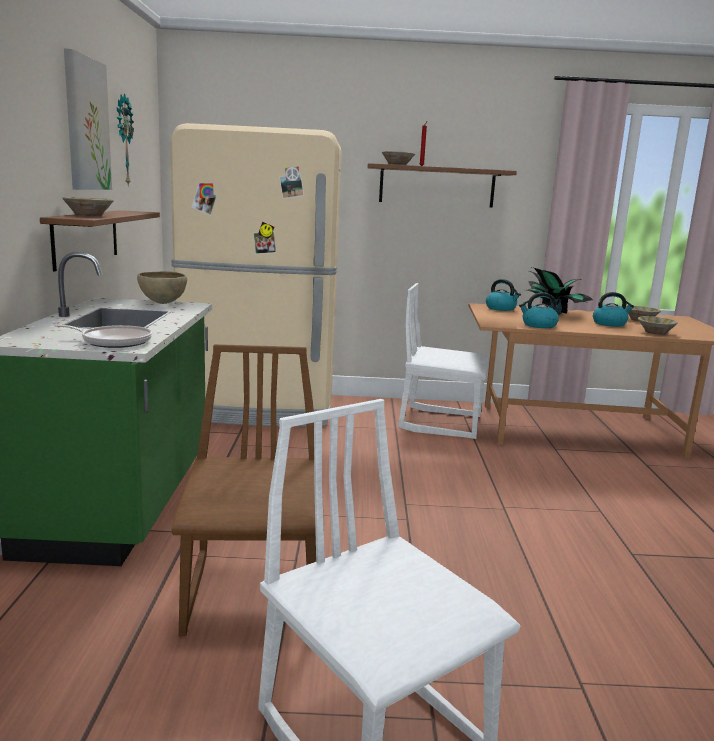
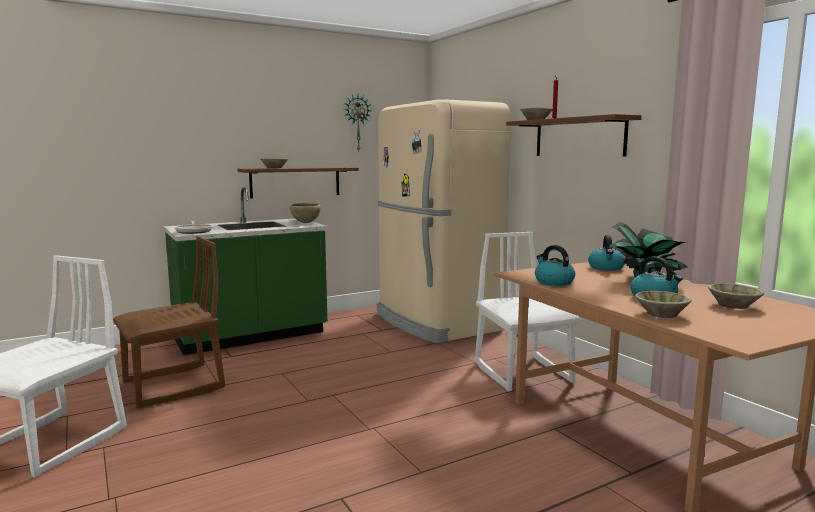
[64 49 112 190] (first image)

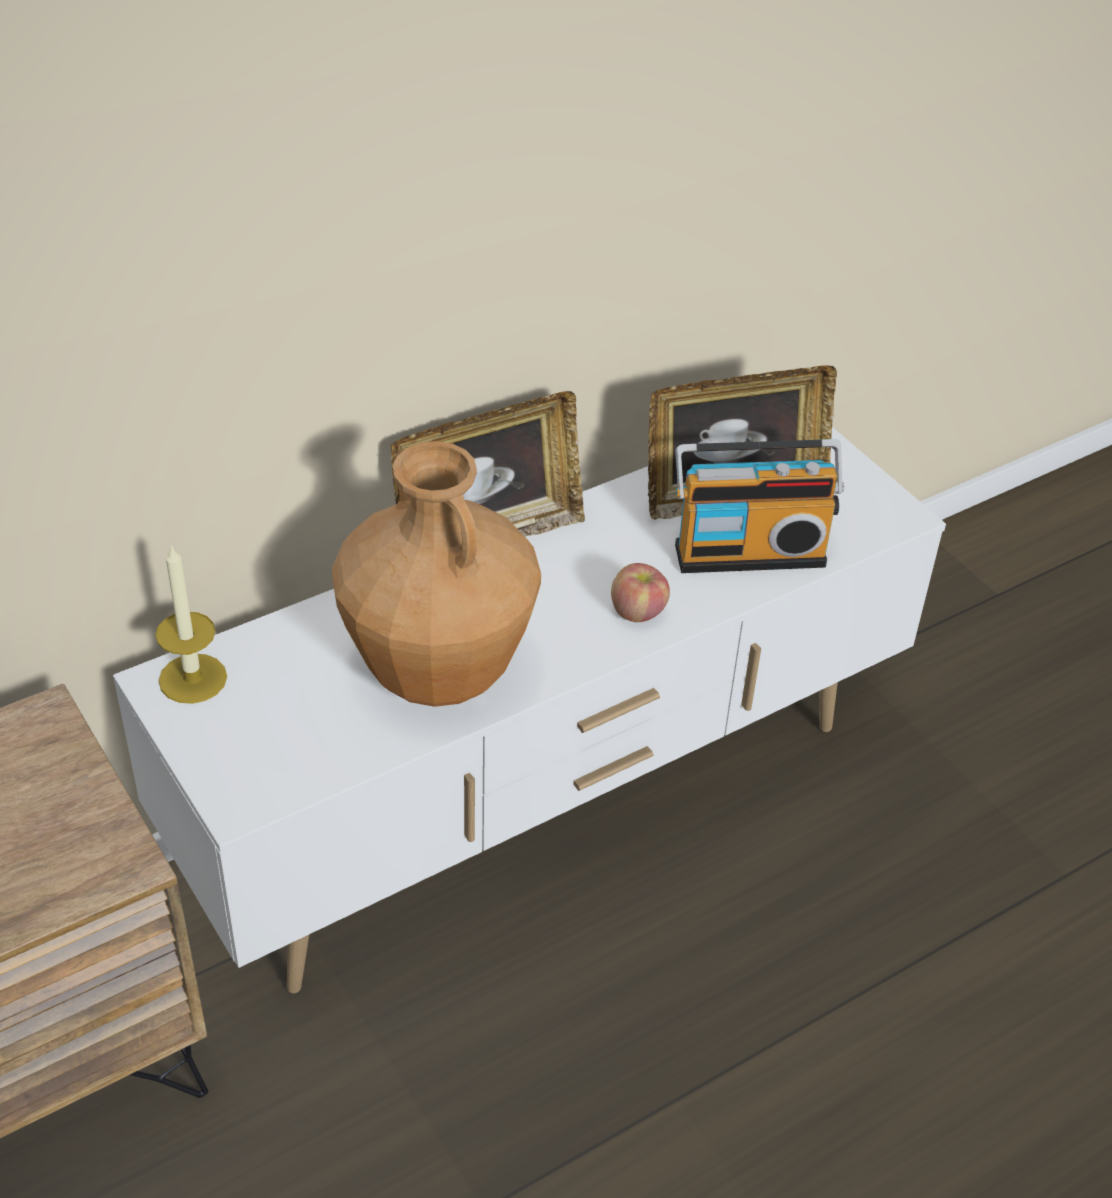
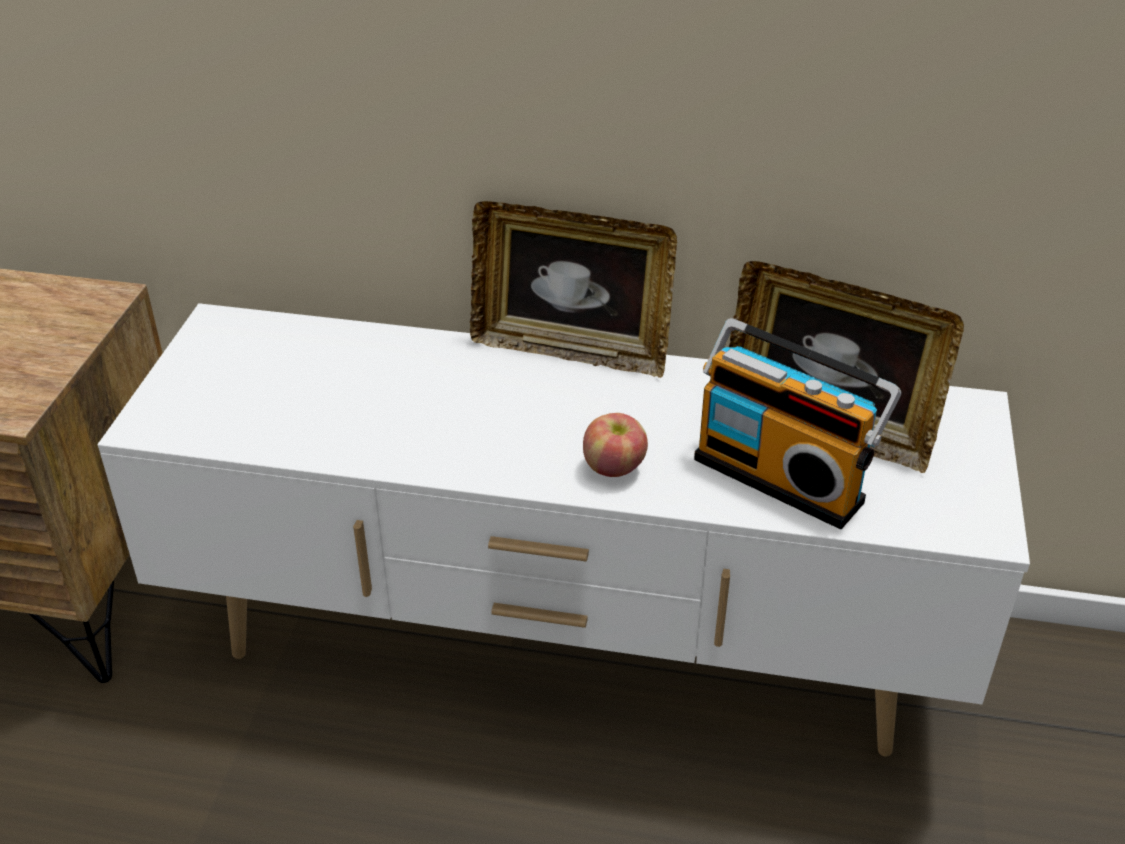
[156 544 227 704] (first image)
[332 441 541 707] (first image)

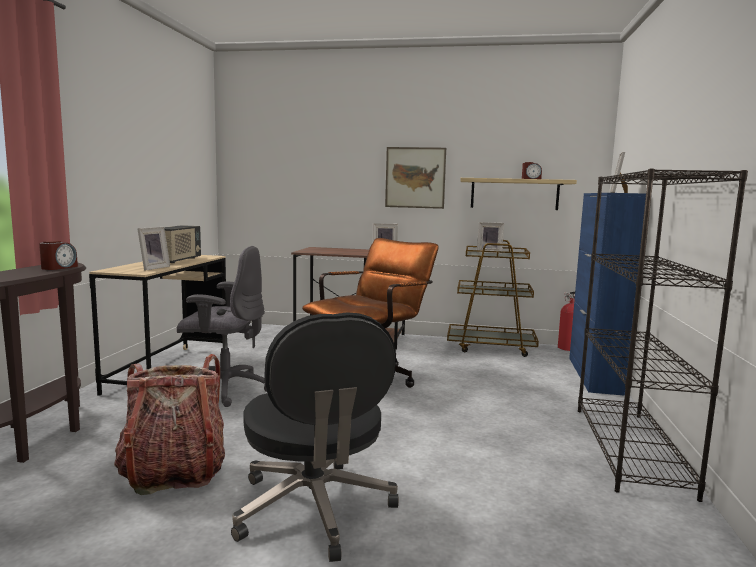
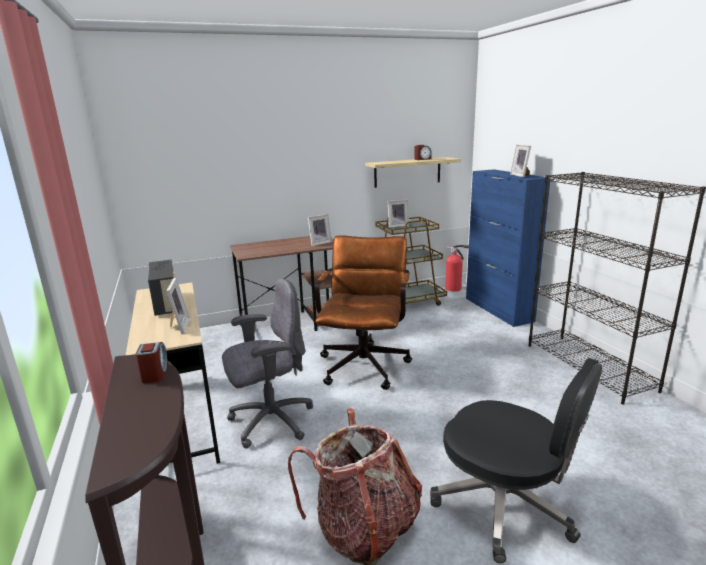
[385 147 446 209] (first image)

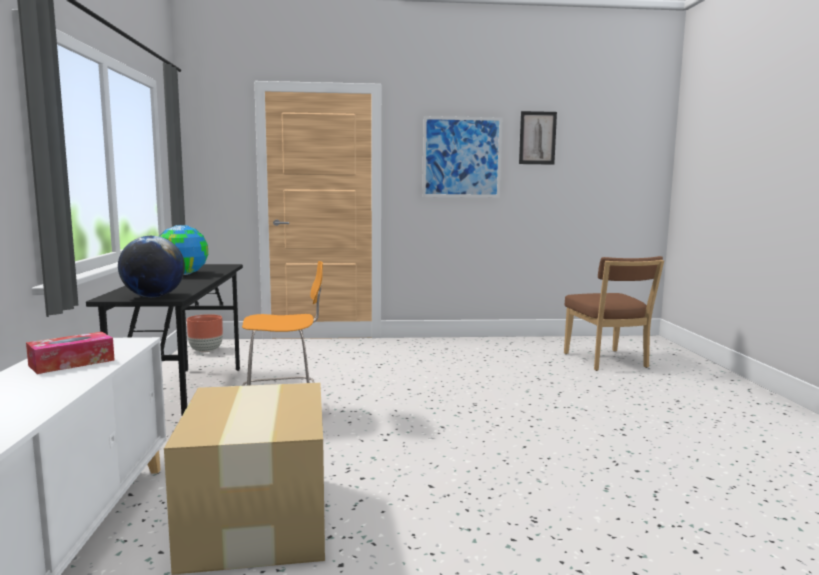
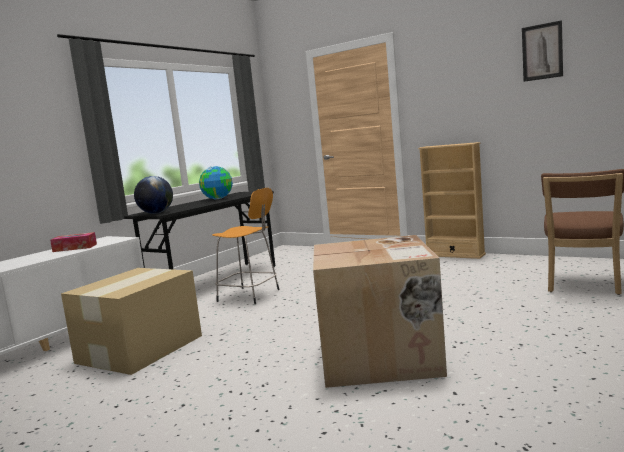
[187 314 223 352] (first image)
[422 116 502 198] (first image)
[313 235 447 388]
[418 142 486 259]

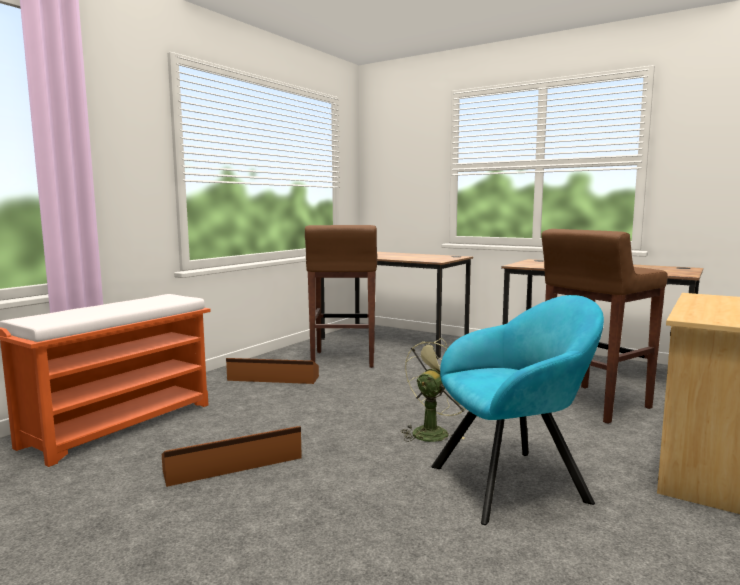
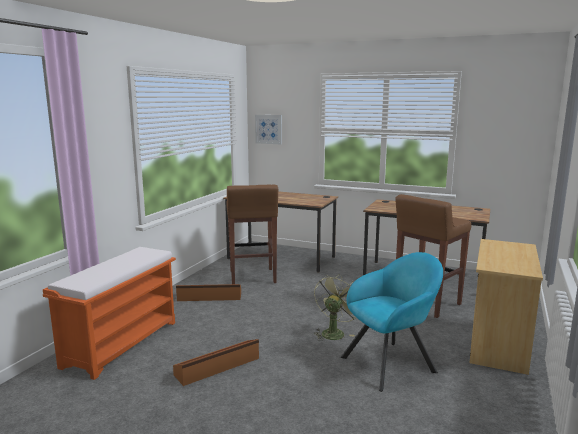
[255 115 282 144]

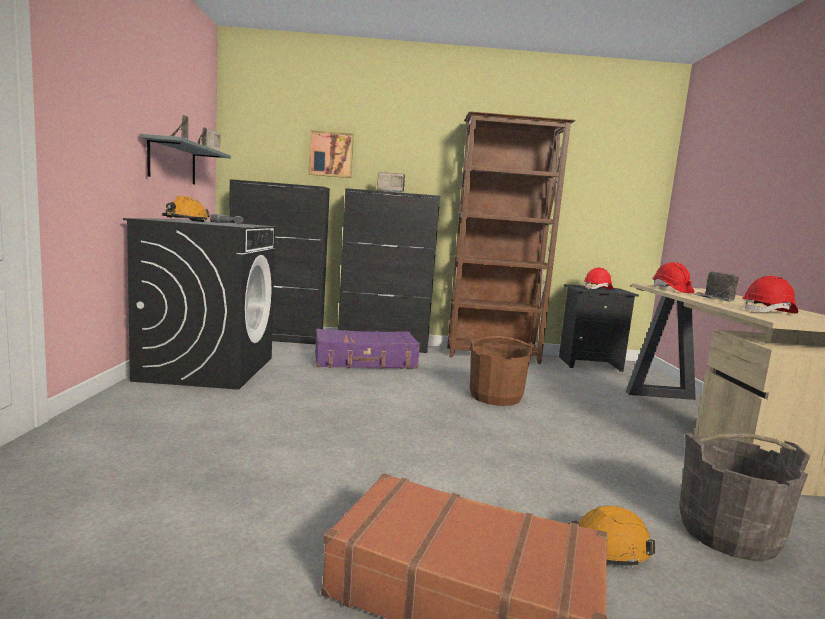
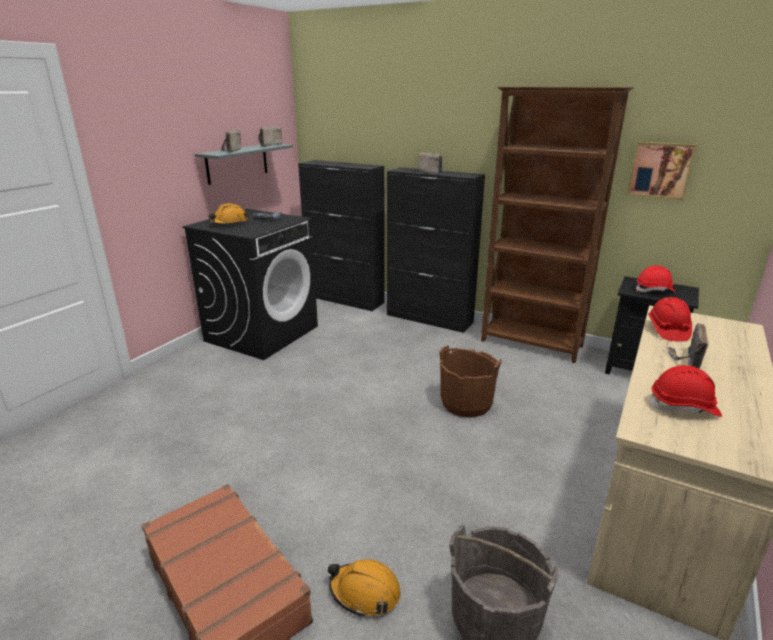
[627 142 697 200]
[315 329 420 369] (first image)

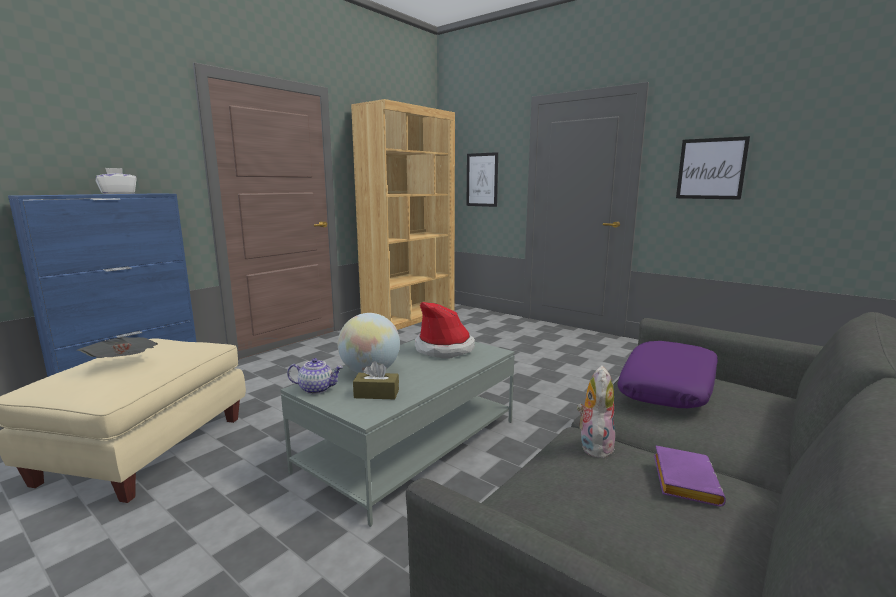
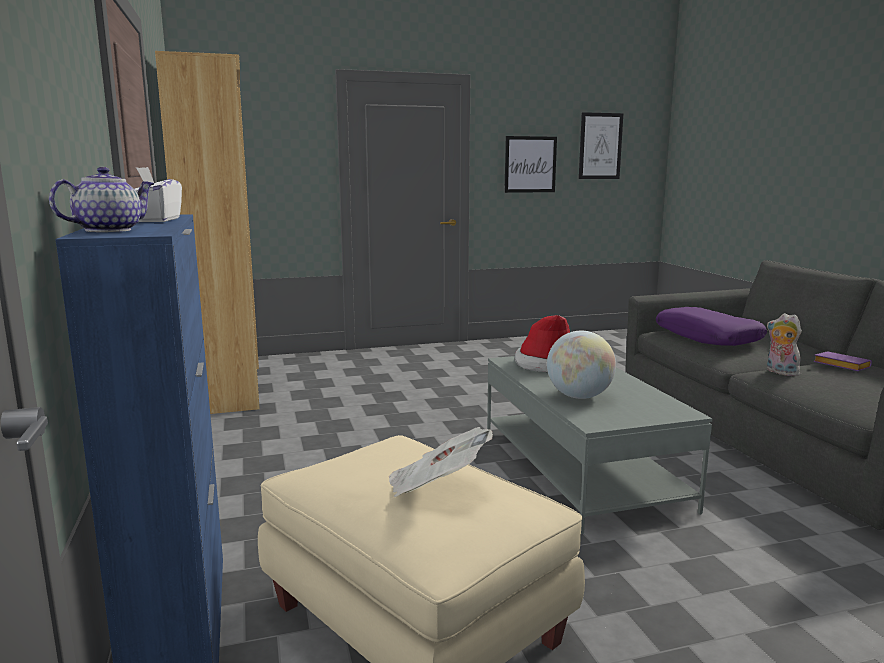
[49 167 155 232]
[353 361 399 399] (first image)
[579 112 623 179]

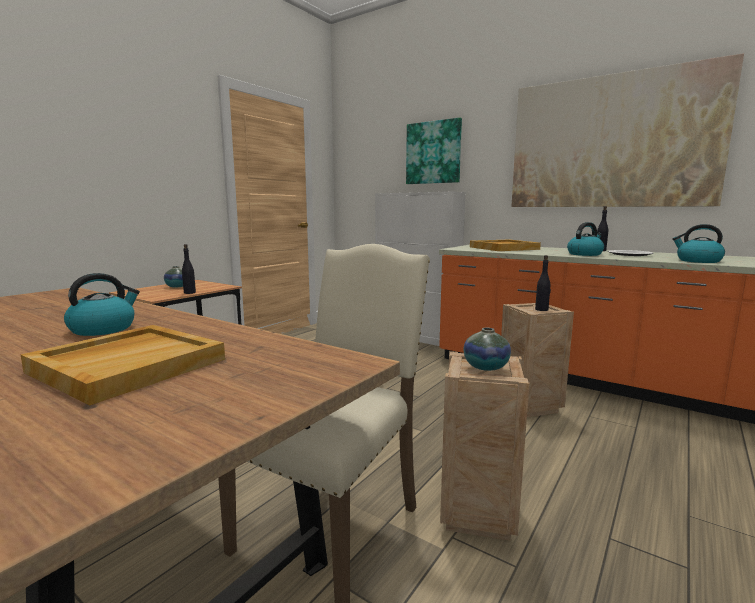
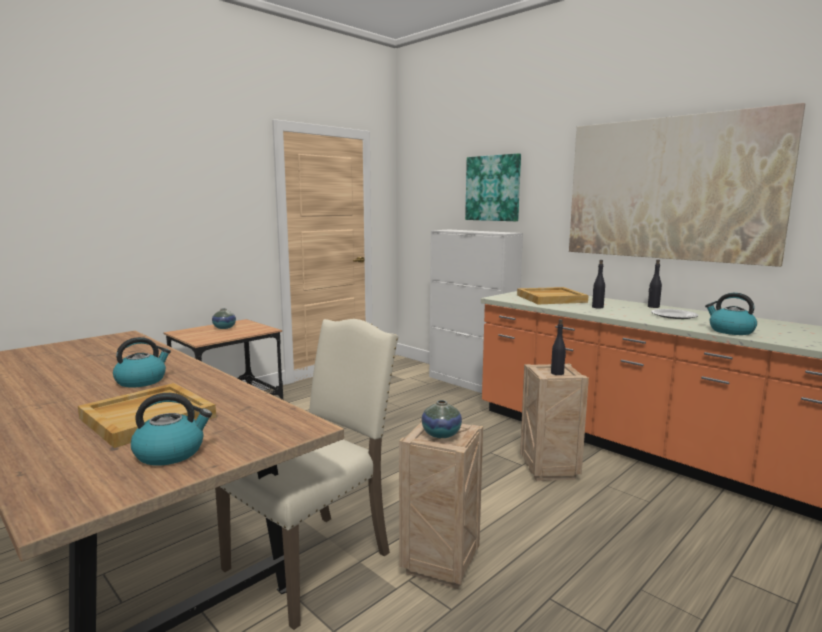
[592 260 605 309]
[131 393 212 466]

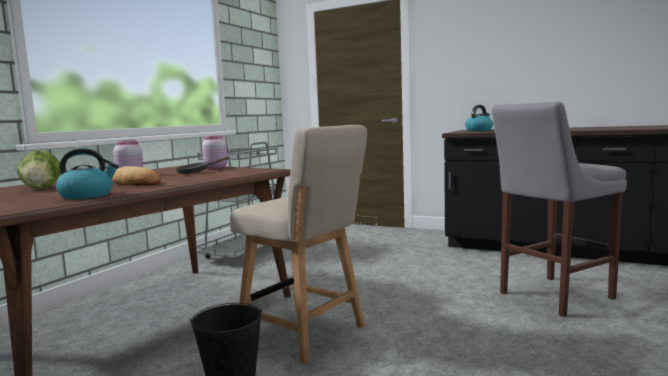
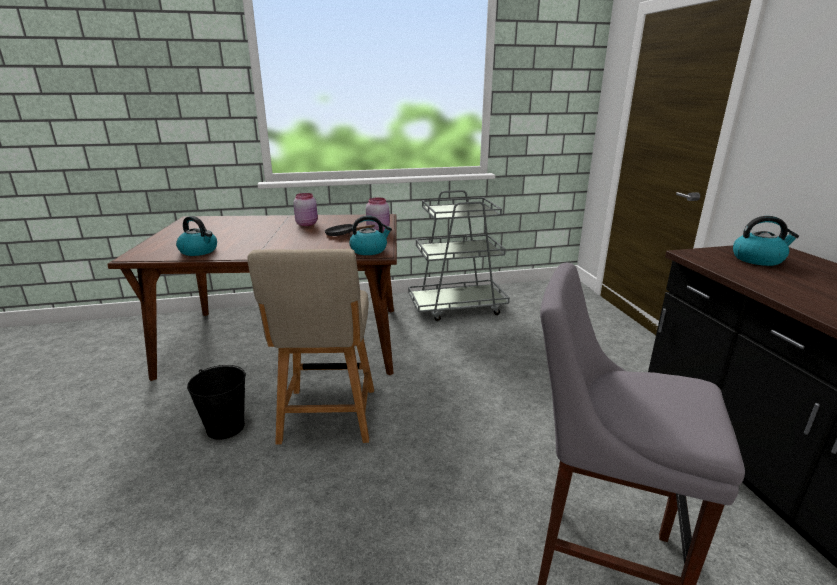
[17 150 61 189] (first image)
[112 166 161 185] (first image)
[349 216 392 255]

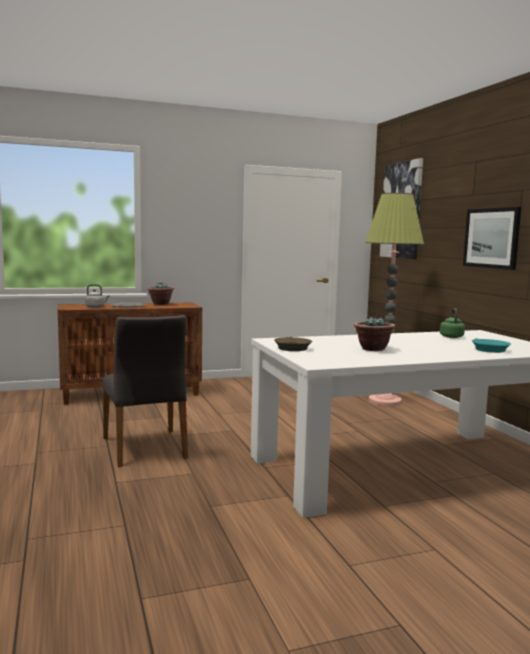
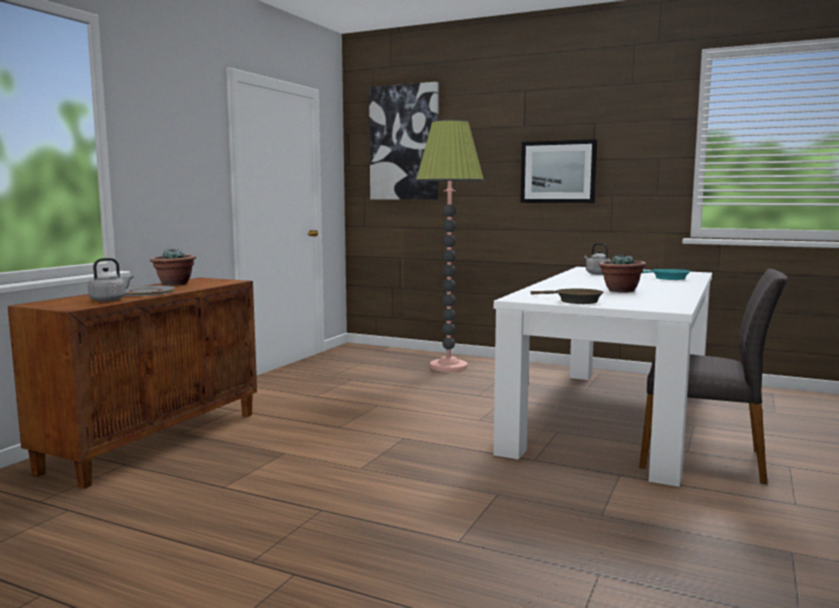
[639 269 788 484]
[584 243 611 275]

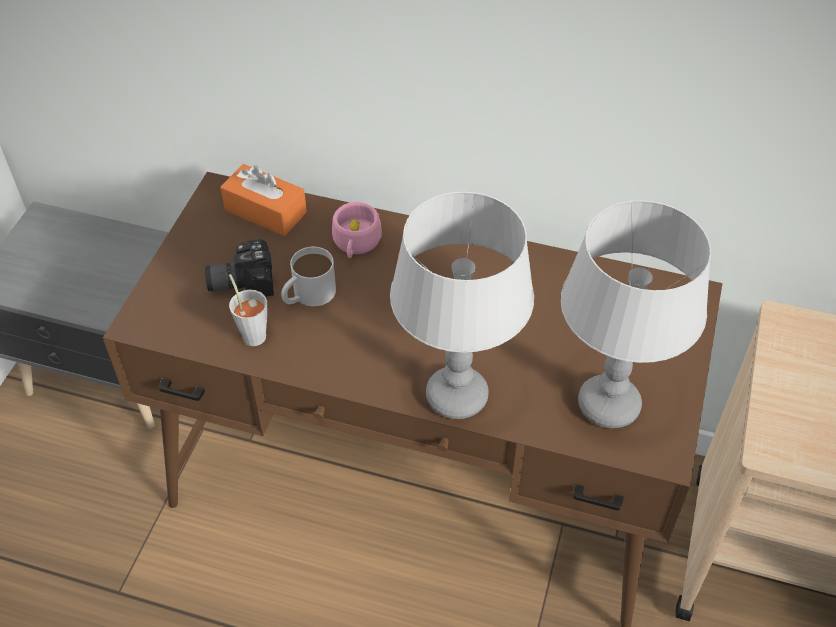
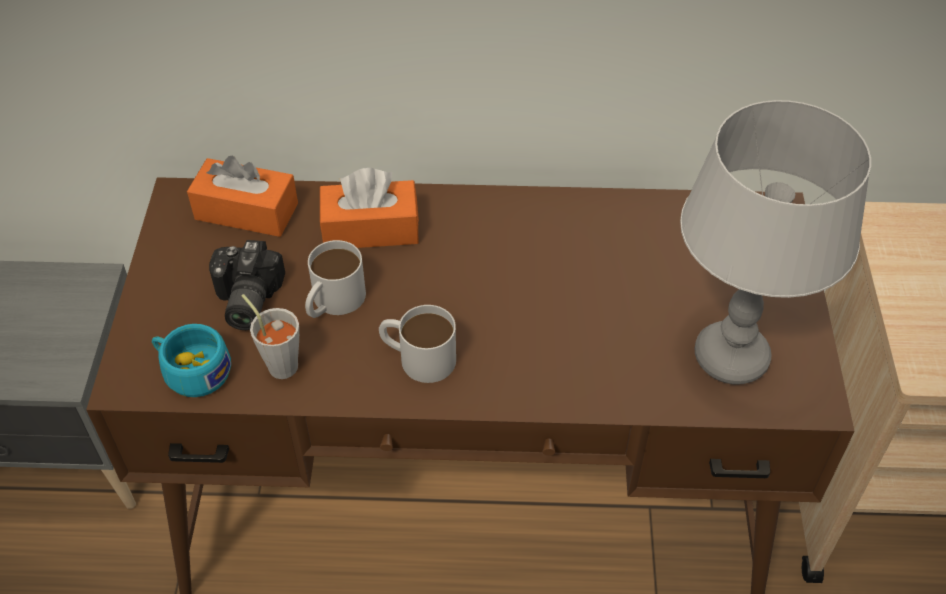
[209 240 285 330]
[320 168 419 248]
[390 192 534 419] (first image)
[152 324 231 397]
[379 305 456 383]

